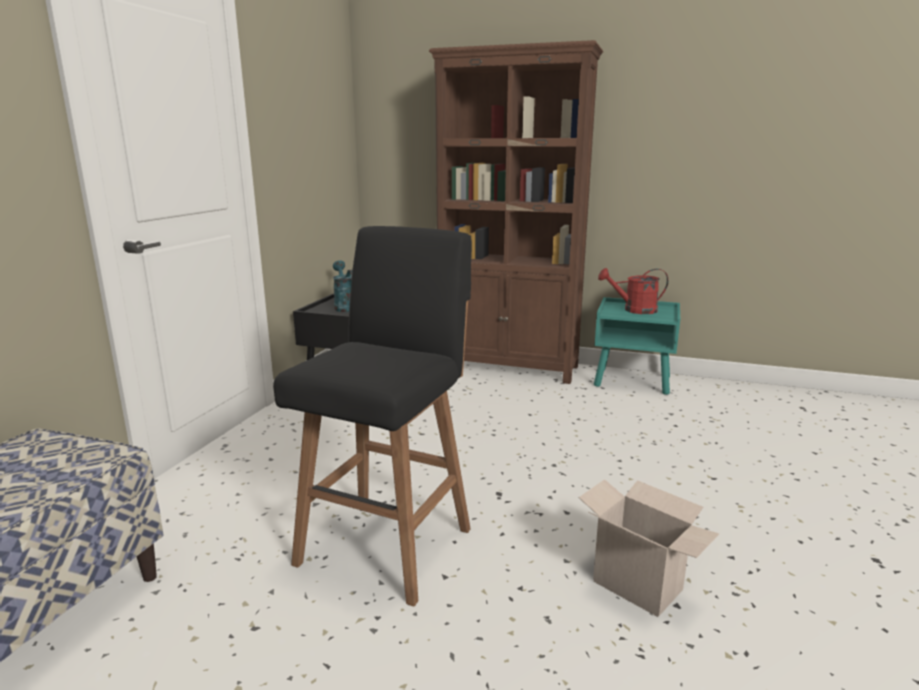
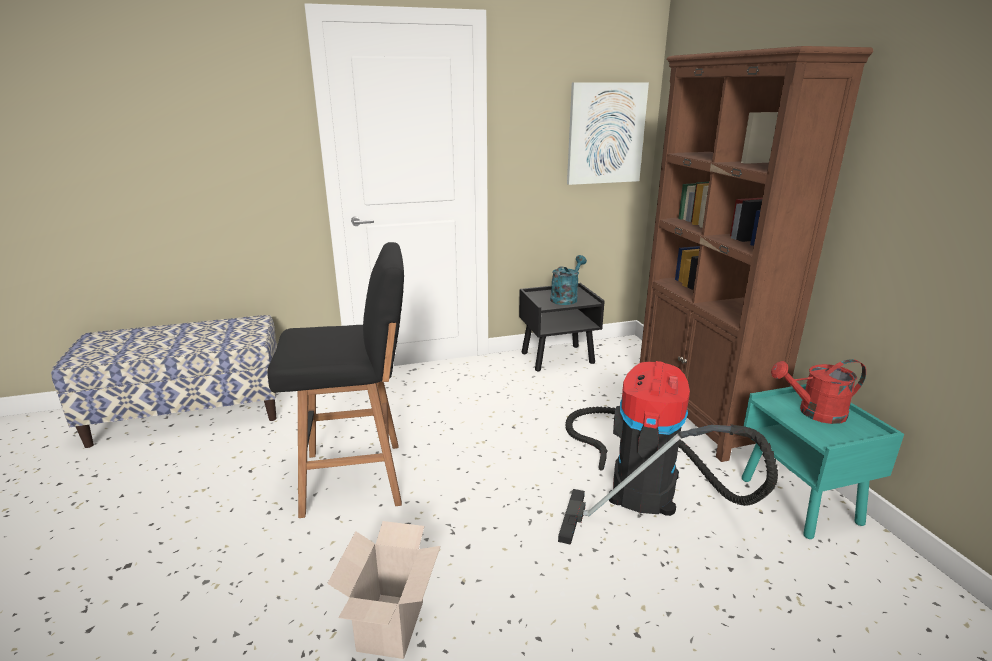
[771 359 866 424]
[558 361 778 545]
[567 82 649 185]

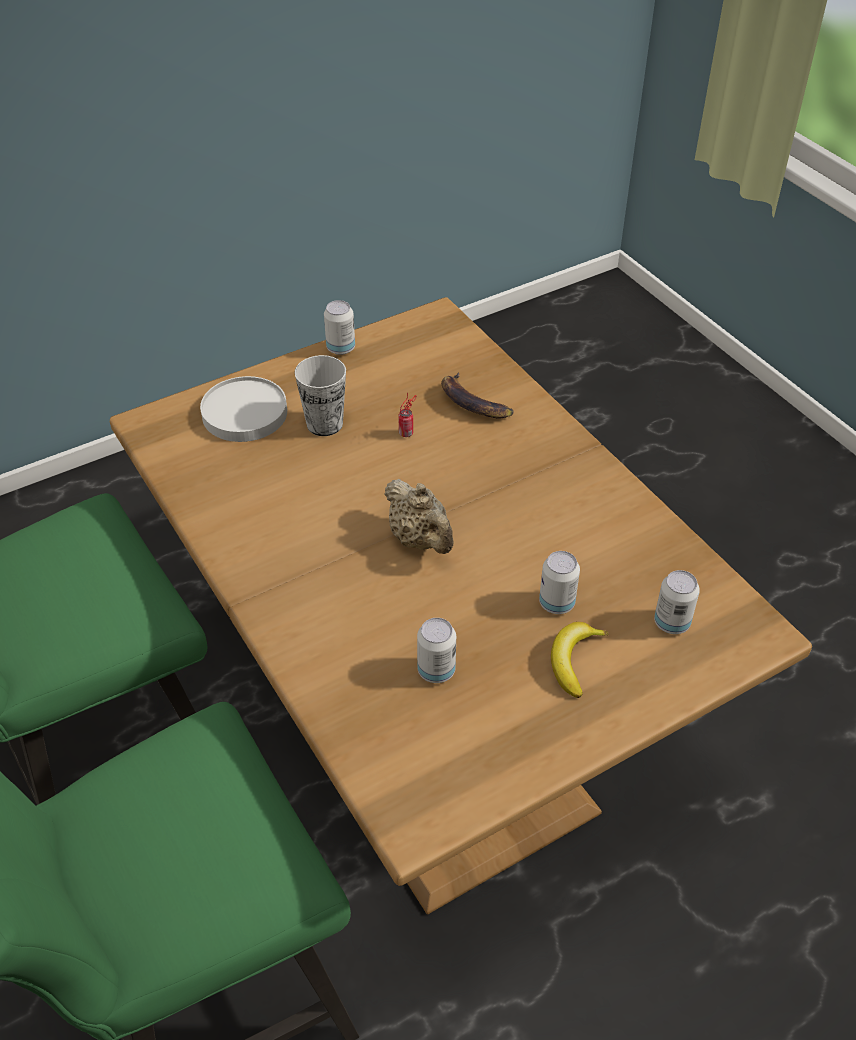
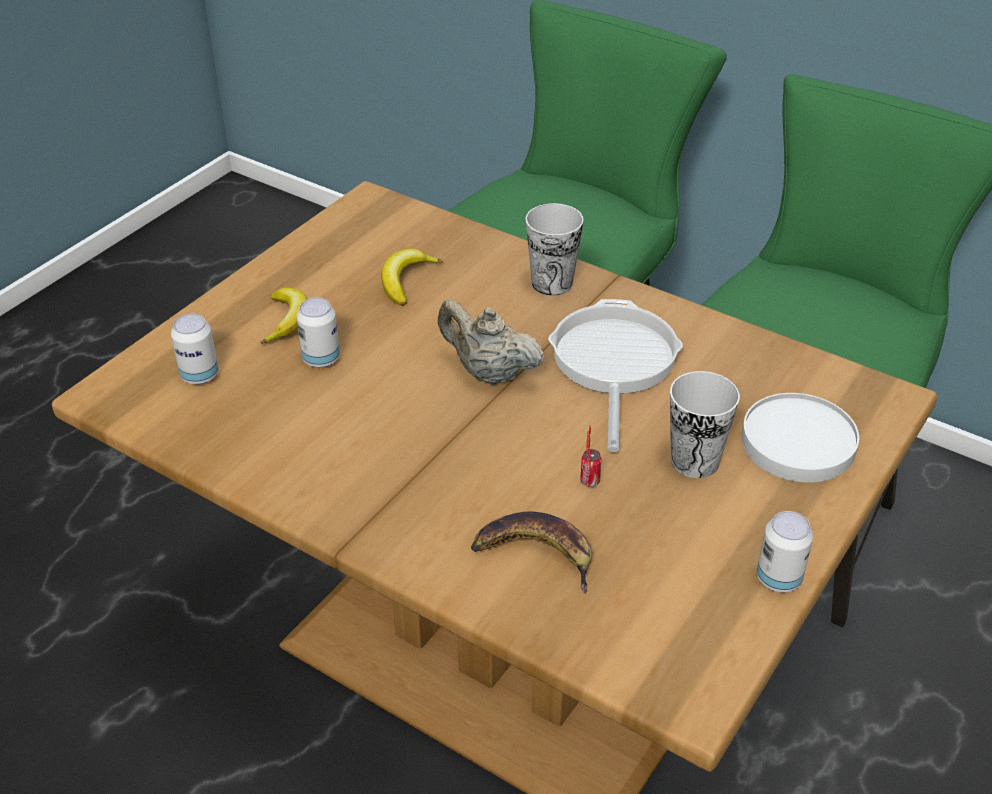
[381 248 443 306]
[526 203 584 296]
[548 299 683 452]

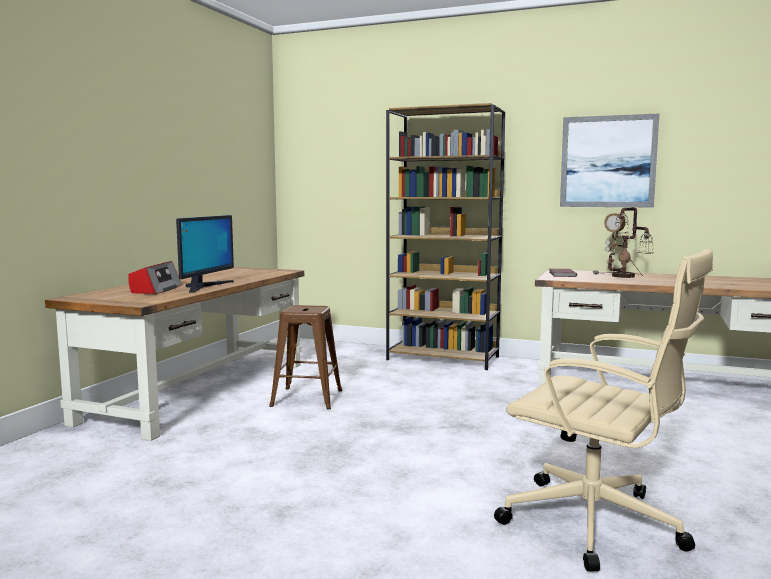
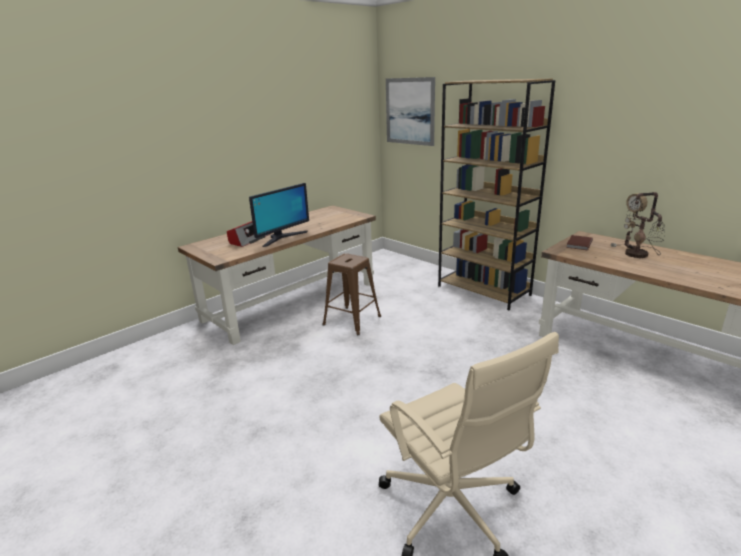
[386 77 435 146]

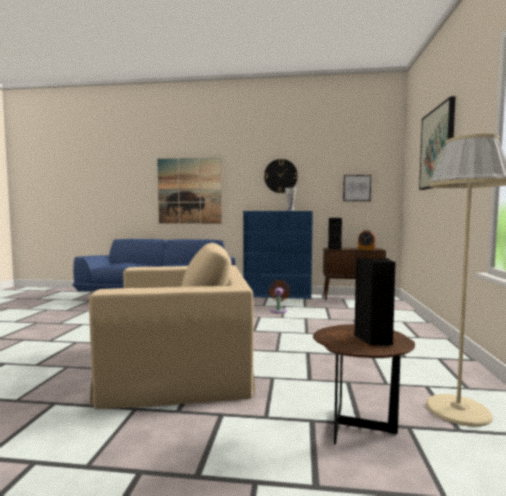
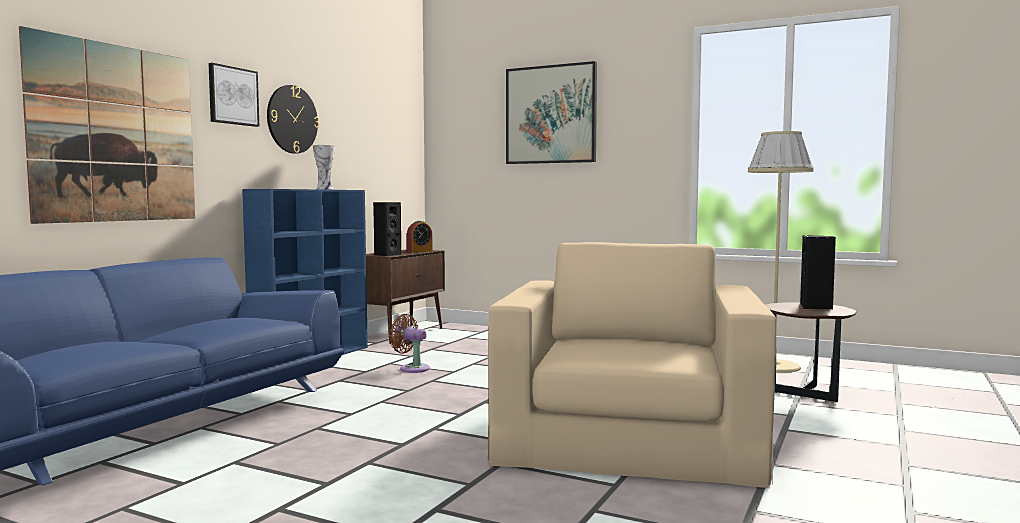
[208 63 259 127]

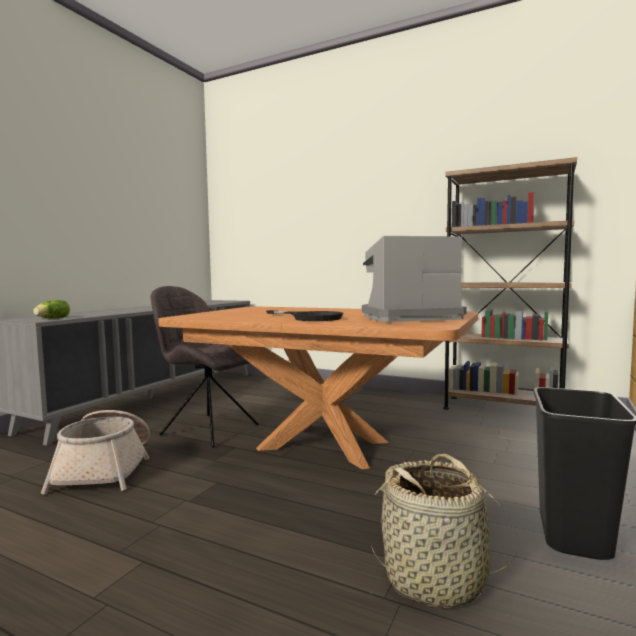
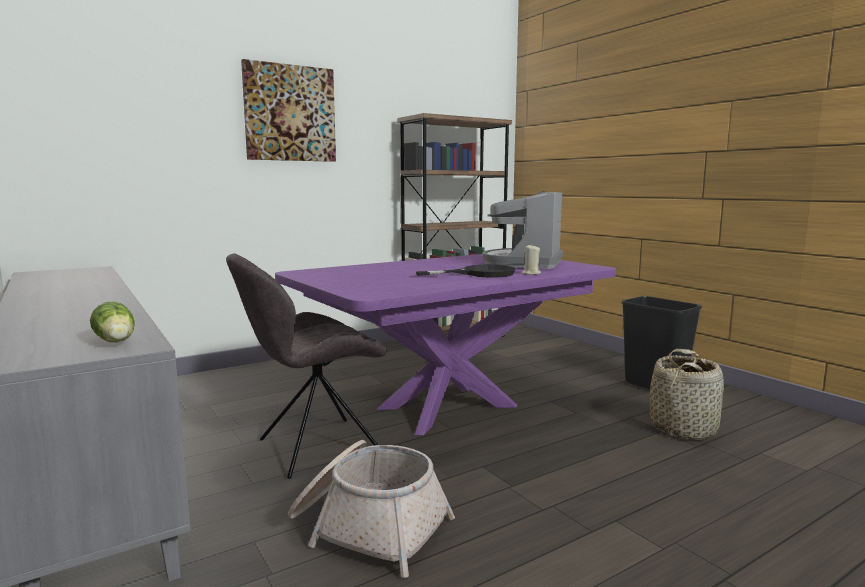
[275 254 616 435]
[241 59 336 162]
[522 244 541 275]

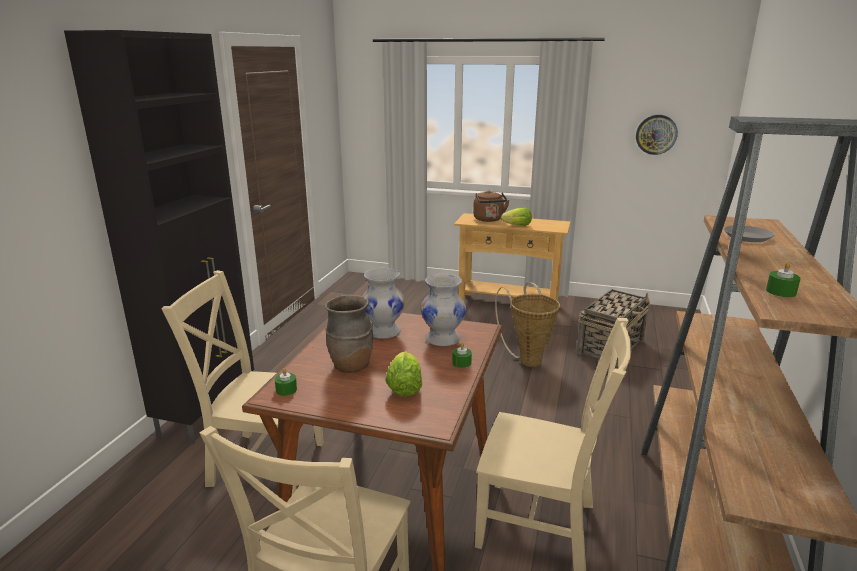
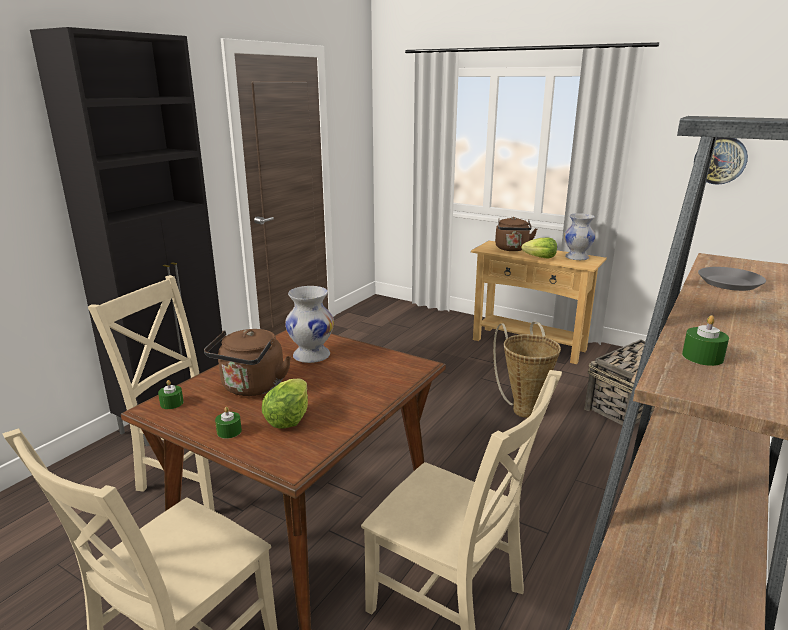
[204 329 291 396]
[564 213 596 260]
[215 407 242 439]

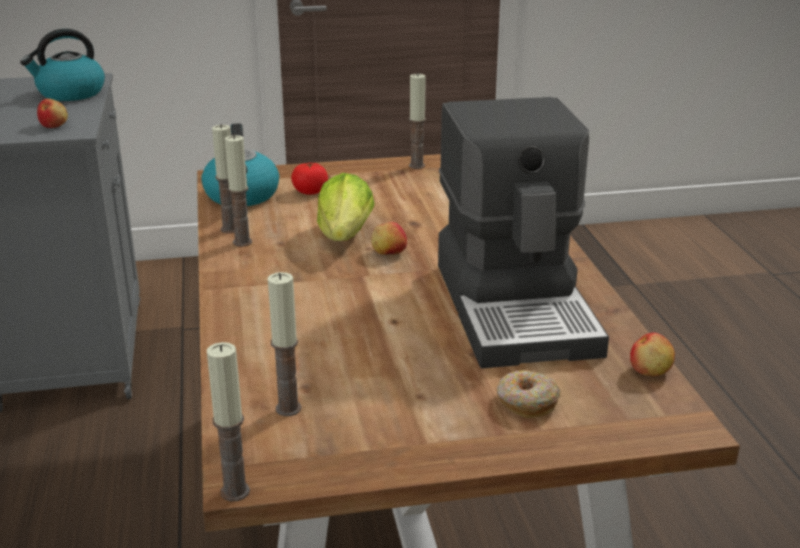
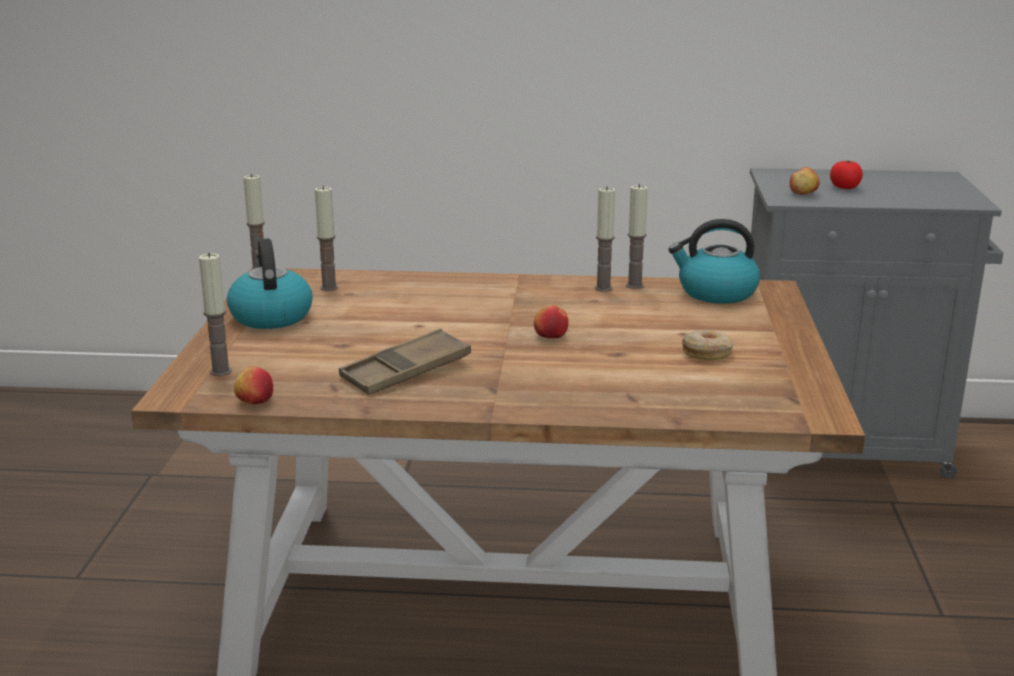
[227 238 313 329]
[830 161 863 189]
[317 173 375 241] (first image)
[199 253 232 376]
[339 328 471 395]
[682 330 734 360]

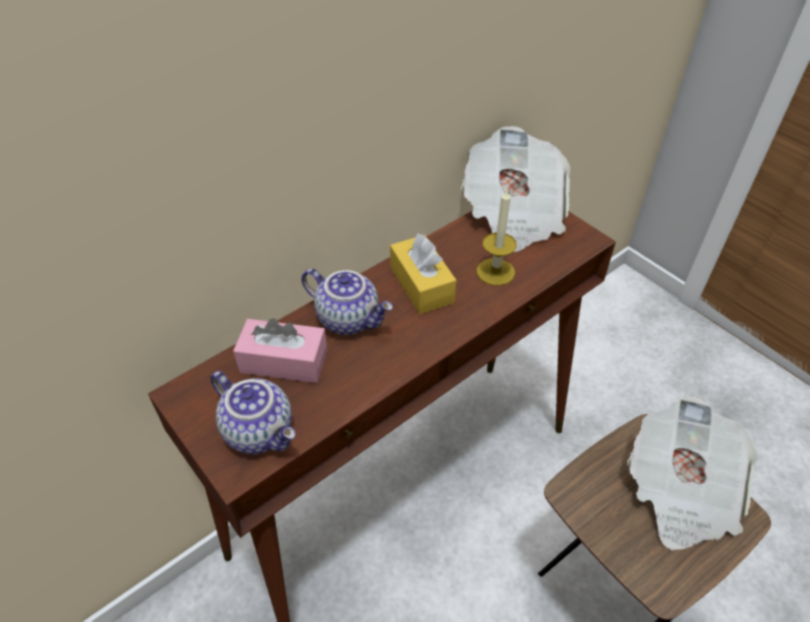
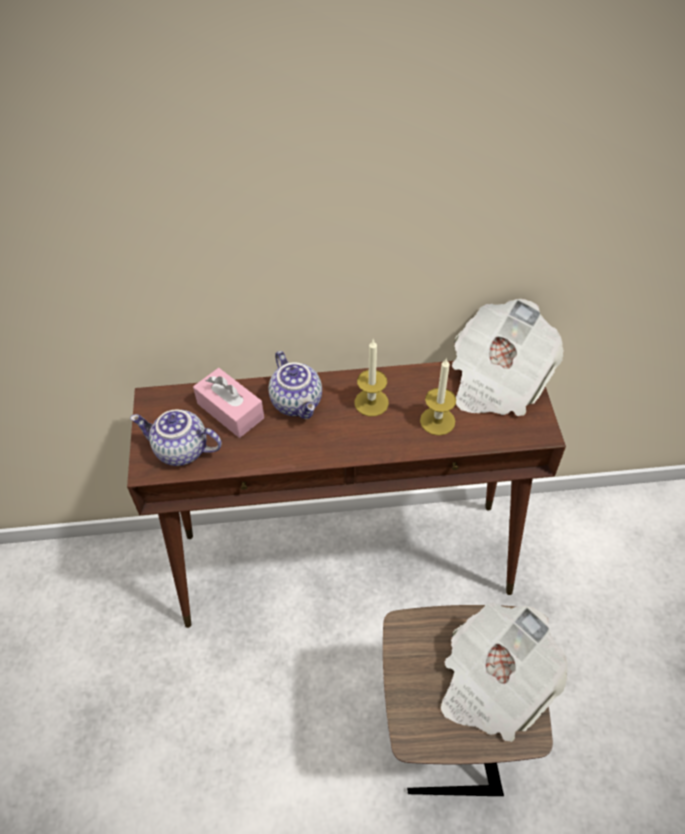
[130 410 222 466]
[354 339 389 416]

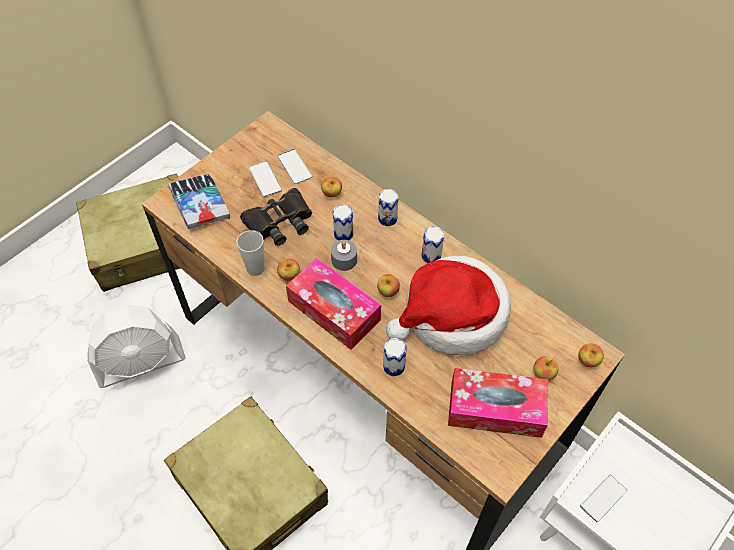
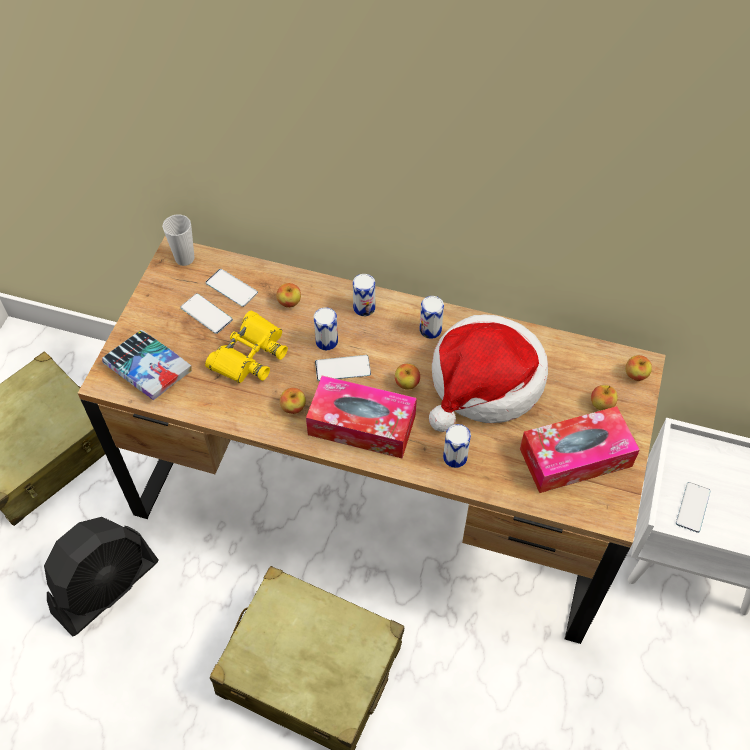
[44 517 158 637]
[162 214 195 266]
[205 311 288 383]
[315 355 371 381]

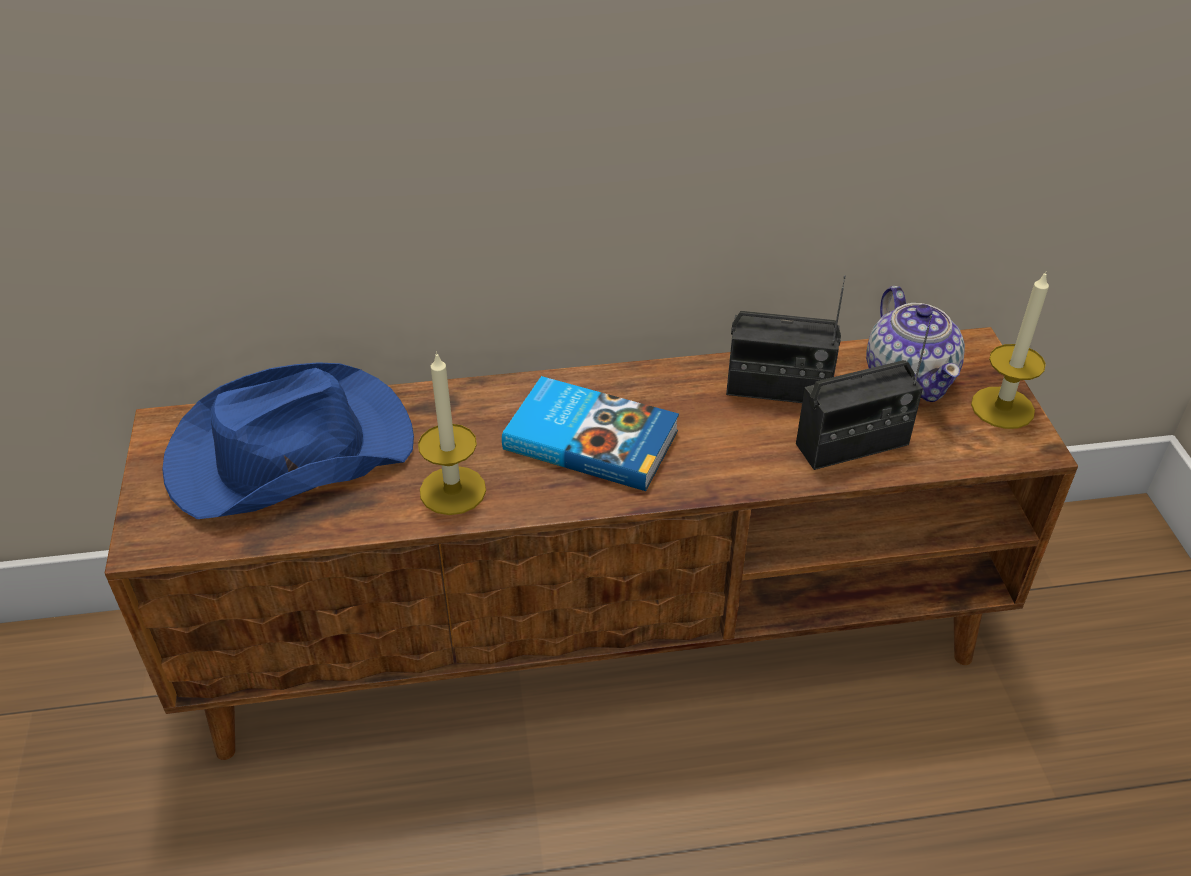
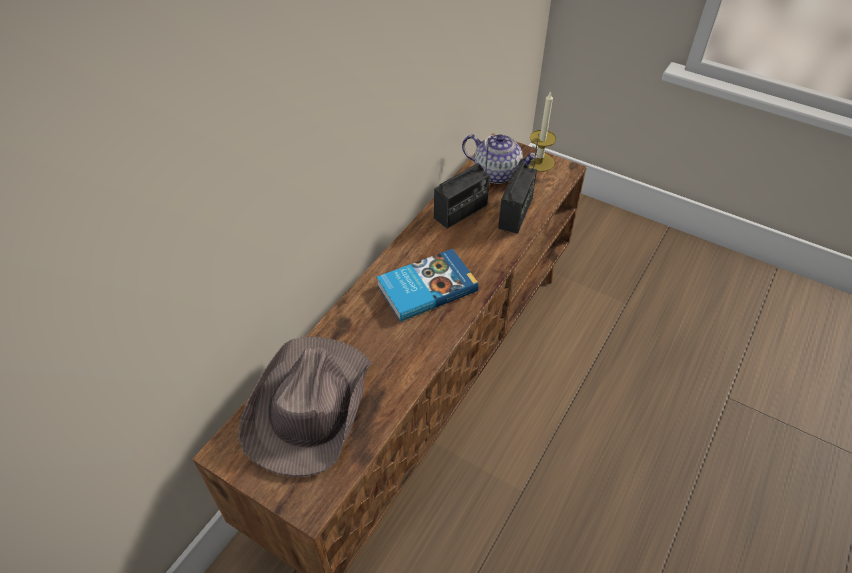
[239 337 372 477]
[418 351 486 515] (first image)

